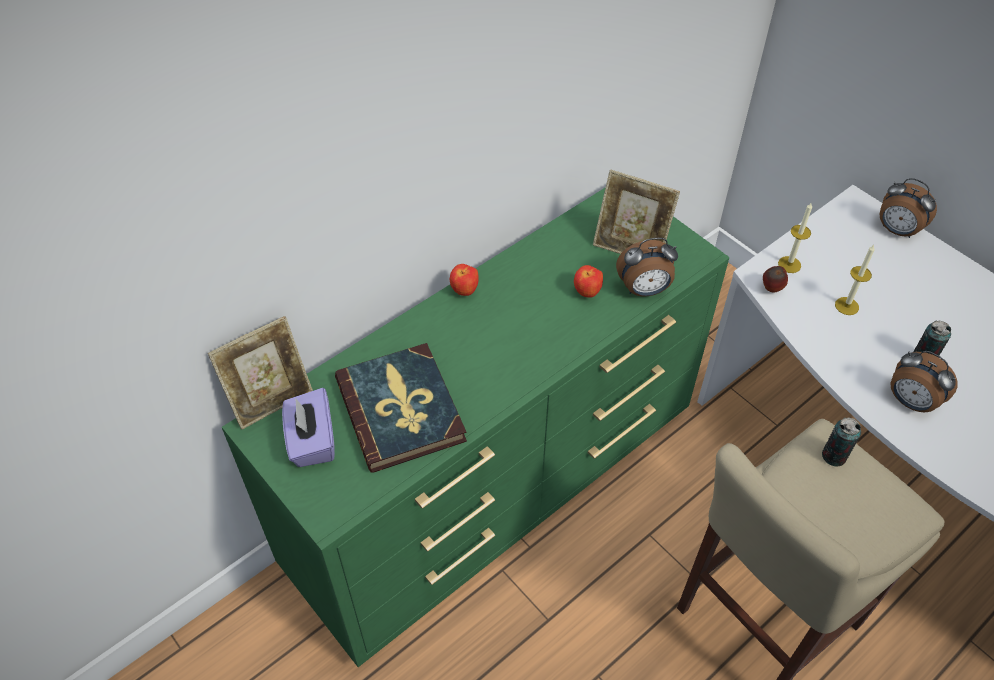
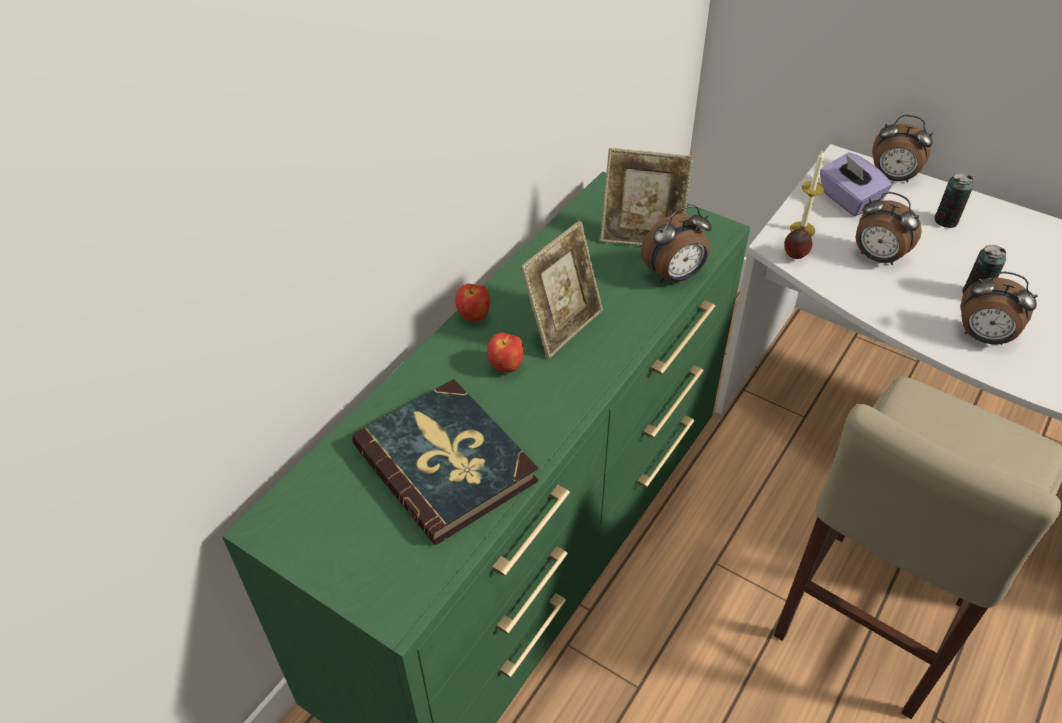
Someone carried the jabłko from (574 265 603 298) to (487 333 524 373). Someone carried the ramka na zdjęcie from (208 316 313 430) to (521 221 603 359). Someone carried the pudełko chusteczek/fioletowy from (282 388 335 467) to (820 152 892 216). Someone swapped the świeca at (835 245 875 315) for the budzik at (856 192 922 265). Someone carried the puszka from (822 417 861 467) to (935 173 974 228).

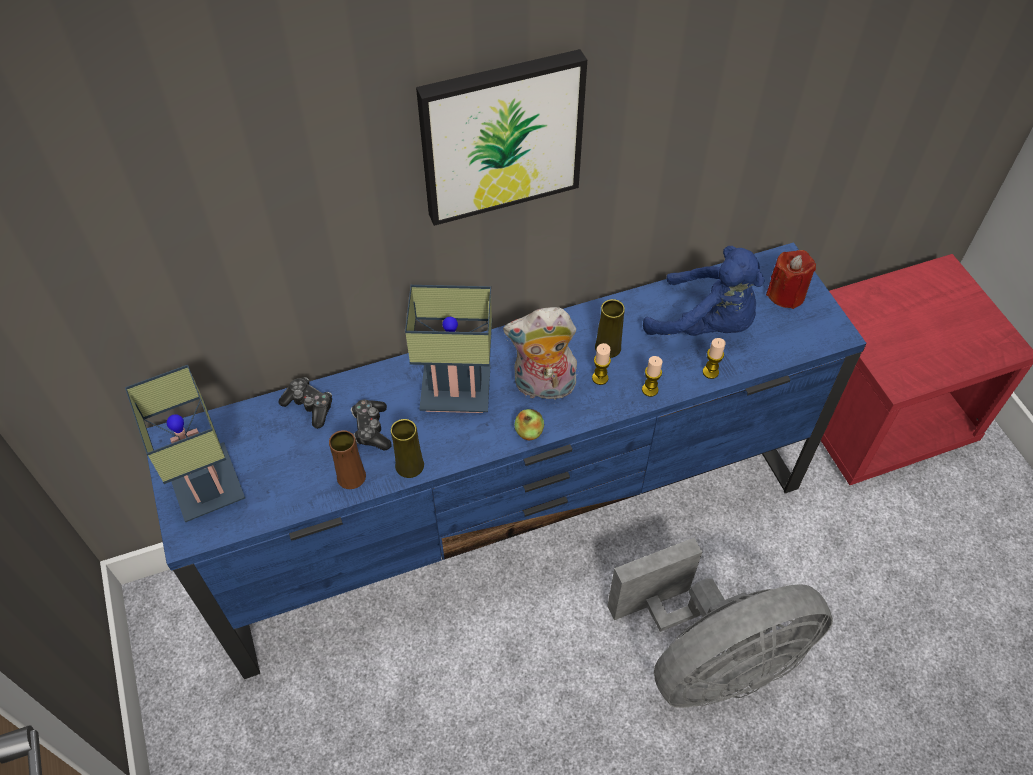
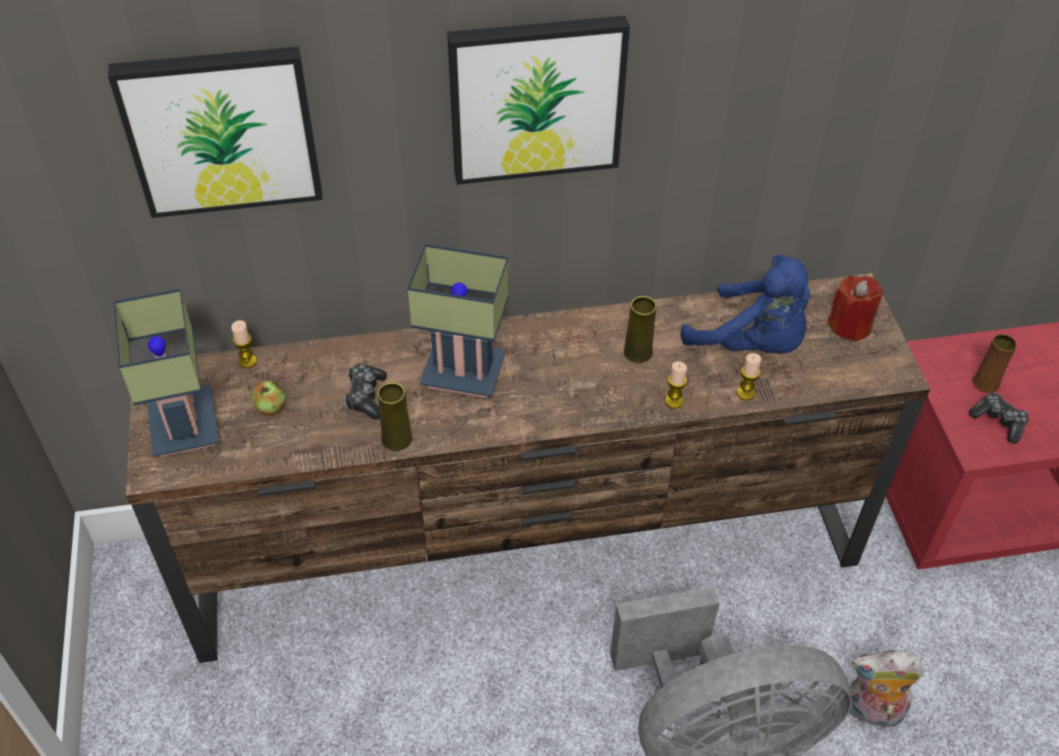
Someone put up the obraz at (108 46 323 218). Someone repainted the szafka pod telewizor/niebieski at (147 242 867 679), which became the szafka pod telewizor/brązowy at (126 273 930 663). Someone carried the świeca from (592 343 611 385) to (231 320 257 368). Someone carried the jabłko from (514 409 544 440) to (252 381 286 415). Someone carried the pluszak from (503 307 577 404) to (849 650 923 728). Someone carried the pad do gier from (279 377 332 429) to (969 393 1029 444). Someone carried the wazon/brązowy from (329 430 366 489) to (973 334 1017 393).

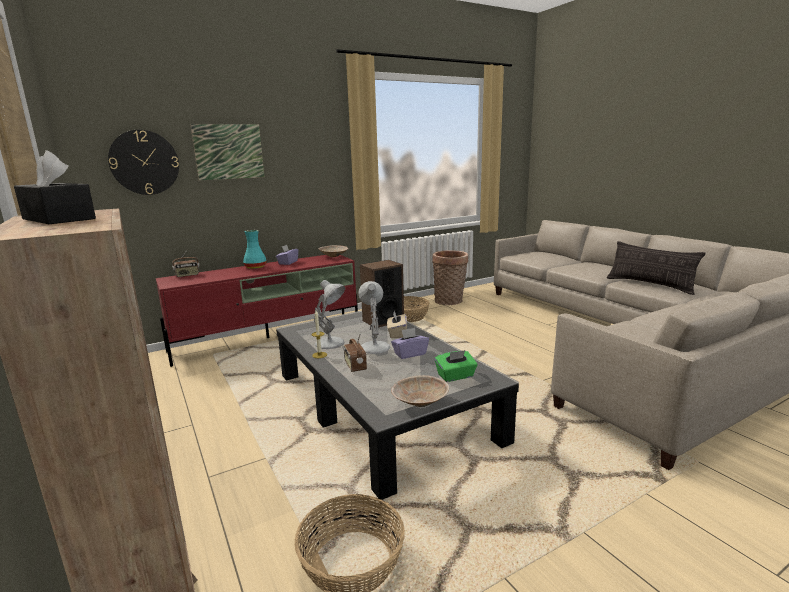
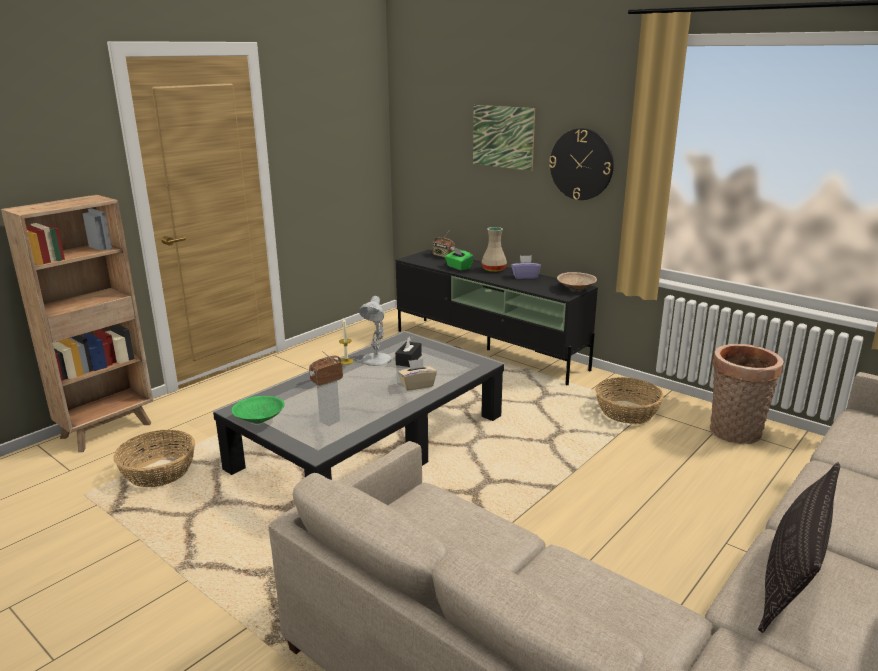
Someone repainted the miska/beżowy at (391 375 449 407), which became the miska/zielony at (231 396 285 424). Someone carried the pudełko chusteczek/czarny from (14 150 96 224) to (395 336 422 367). Someone repainted the szafka pod telewizor/czerwony at (156 255 358 367), which became the szafka pod telewizor/czarny at (396 250 598 385). Someone carried the pudełko chusteczek/zielony from (435 350 478 382) to (445 247 474 271). Someone repainted the wazon/turkusowy at (243 230 267 269), which became the wazon/beżowy at (481 227 507 272). Someone carried the zegar ścienny from (108 130 179 195) to (549 128 614 200). Someone took away the lampa stołowa/biały at (358 281 390 354). Someone took away the głośnik at (360 260 404 328). Someone took away the pudełko chusteczek/fioletowy at (391 328 429 359).

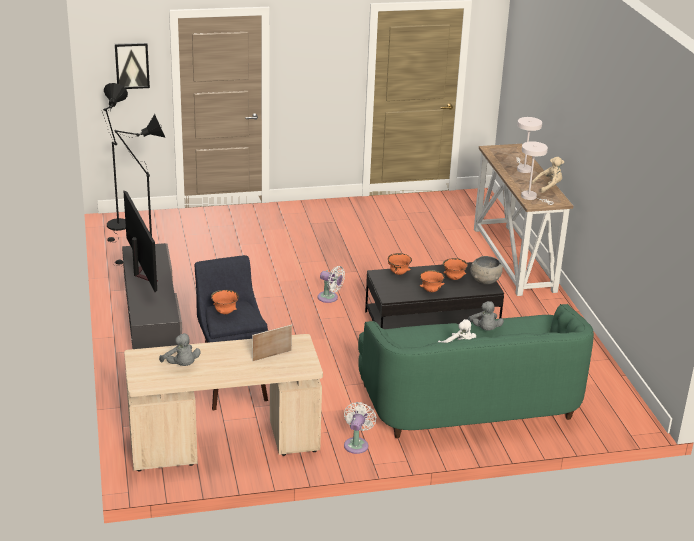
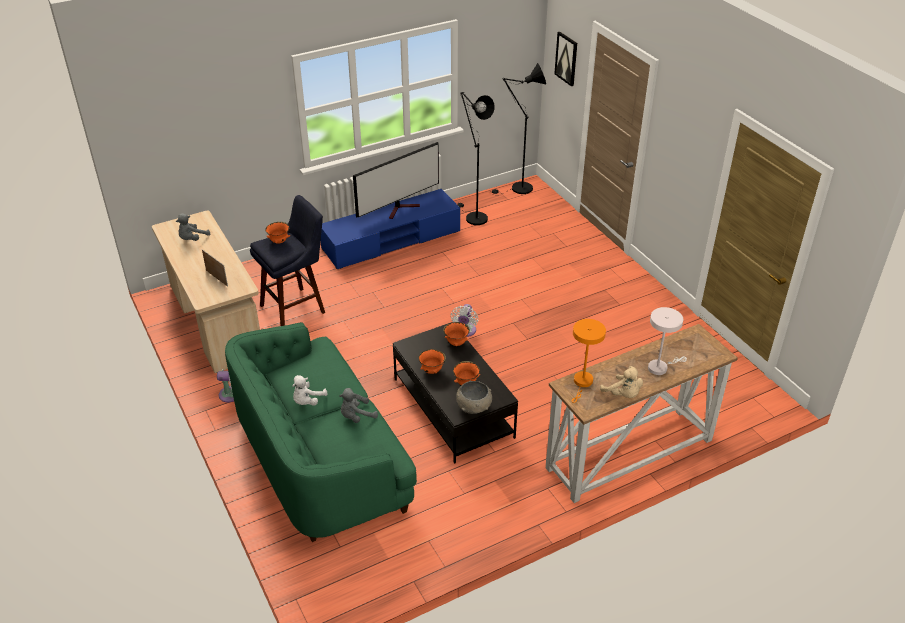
Someone repainted the szafka pod telewizor/szary at (122 243 182 349), which became the szafka pod telewizor/niebieski at (321 189 460 269). Someone repainted the lampa stołowa/biały at (521 141 554 205), which became the lampa stołowa/pomarańczowy at (571 319 606 403).

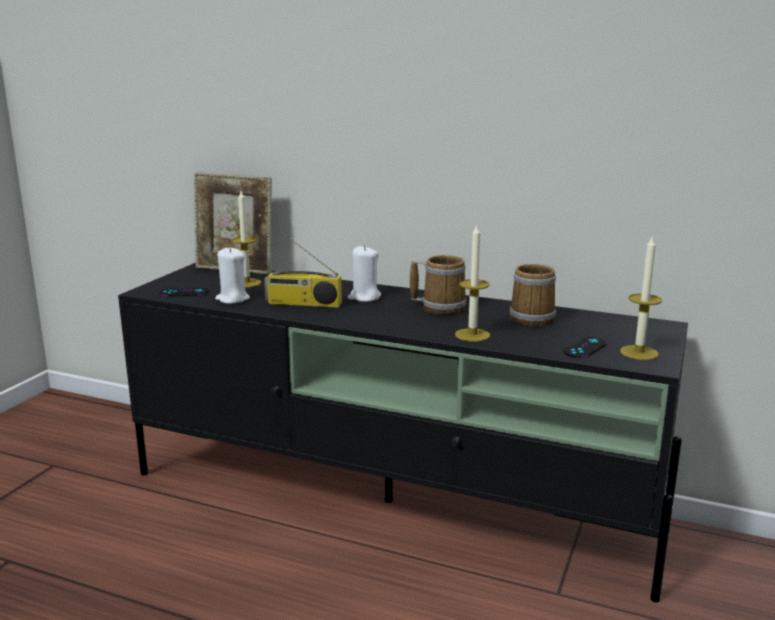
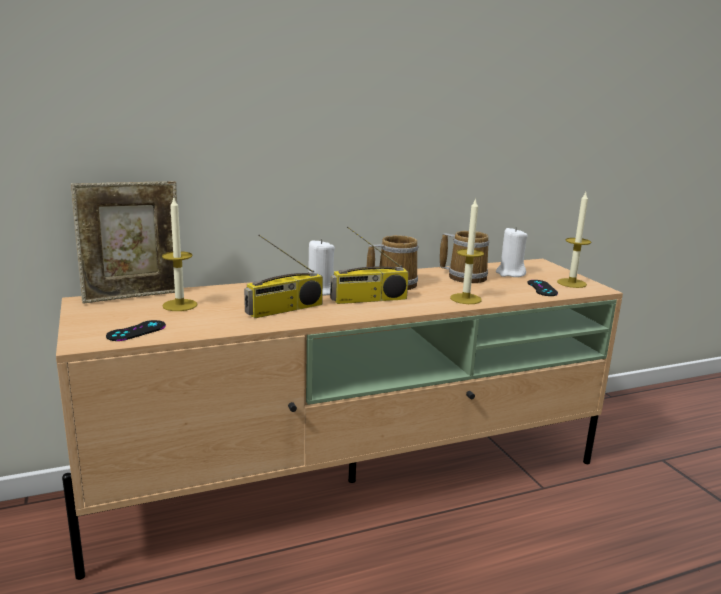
Someone repainted the szafka pod telewizor/czarny at (118 263 688 602), which became the szafka pod telewizor/beżowy at (56 259 623 580). Someone put down the radio at (330 227 409 304). Someone carried the świeca/biały from (215 247 250 304) to (496 227 527 277).

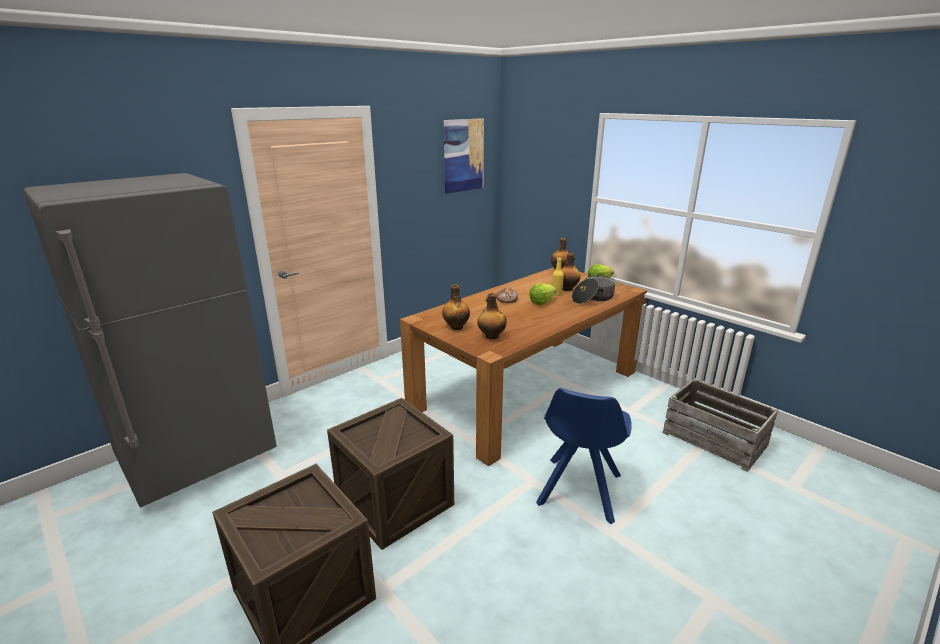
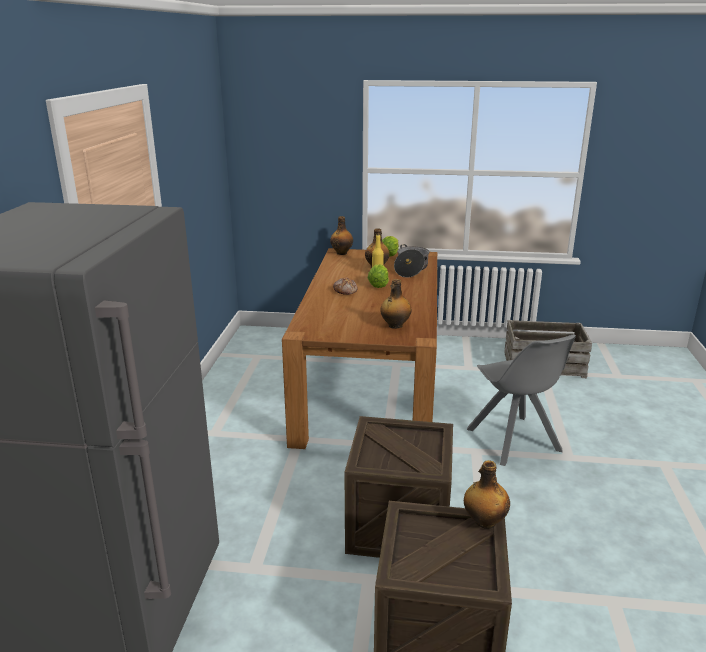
Someone carried the butelka from (442 285 470 330) to (464 460 510 529). Someone repainted the krzesło/niebieski at (536 388 632 524), which became the krzesło/szary at (467 334 576 466). Someone took away the obraz at (444 118 484 194).

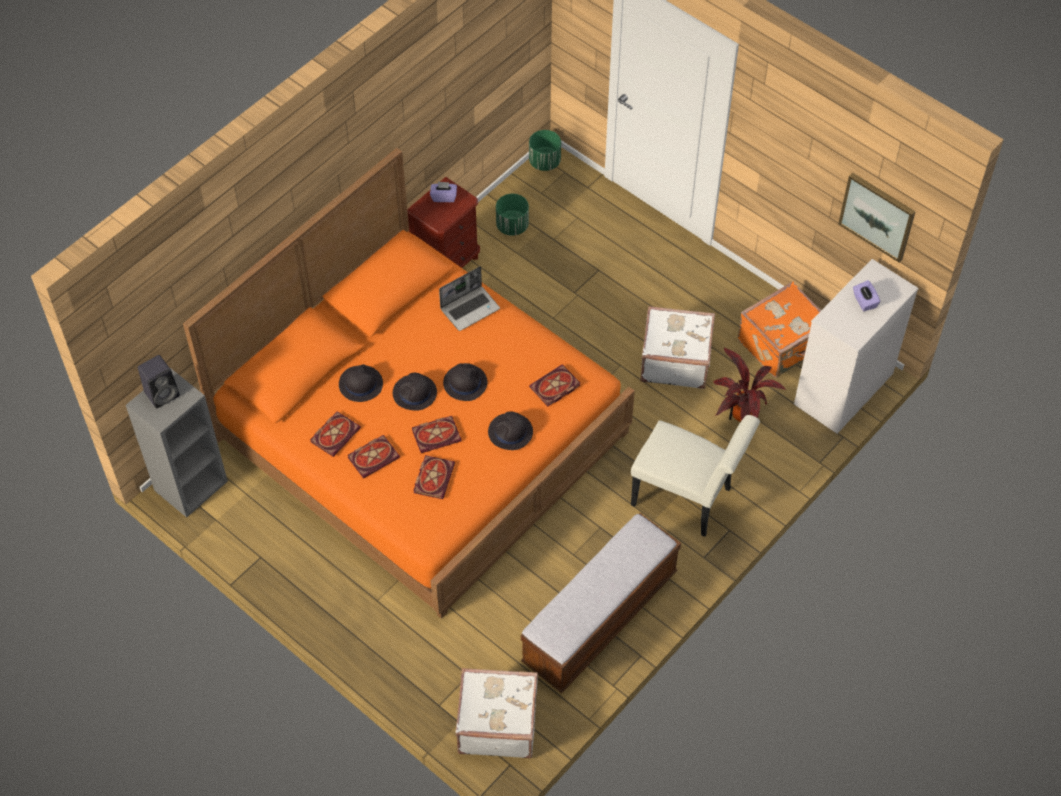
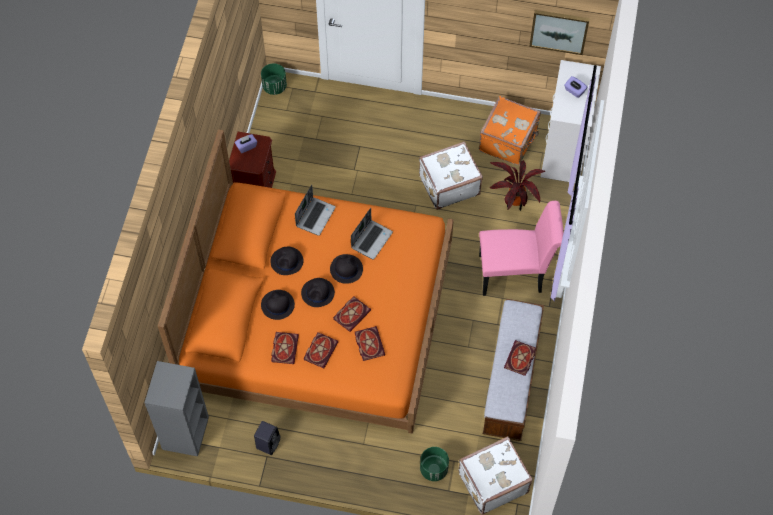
Someone carried the głośnik/czarny from (138 355 180 408) to (254 421 280 455). Someone carried the kapelusz/czarny from (488 411 533 450) to (270 247 303 275). Someone put down the laptop at (351 208 393 260). Someone carried the donica/zielony from (496 194 529 236) to (420 447 449 481). Someone repainted the krzesło/biały at (631 415 760 537), which became the krzesło/różowy at (479 201 563 296). Someone carried the książka from (529 364 580 406) to (504 340 536 376).

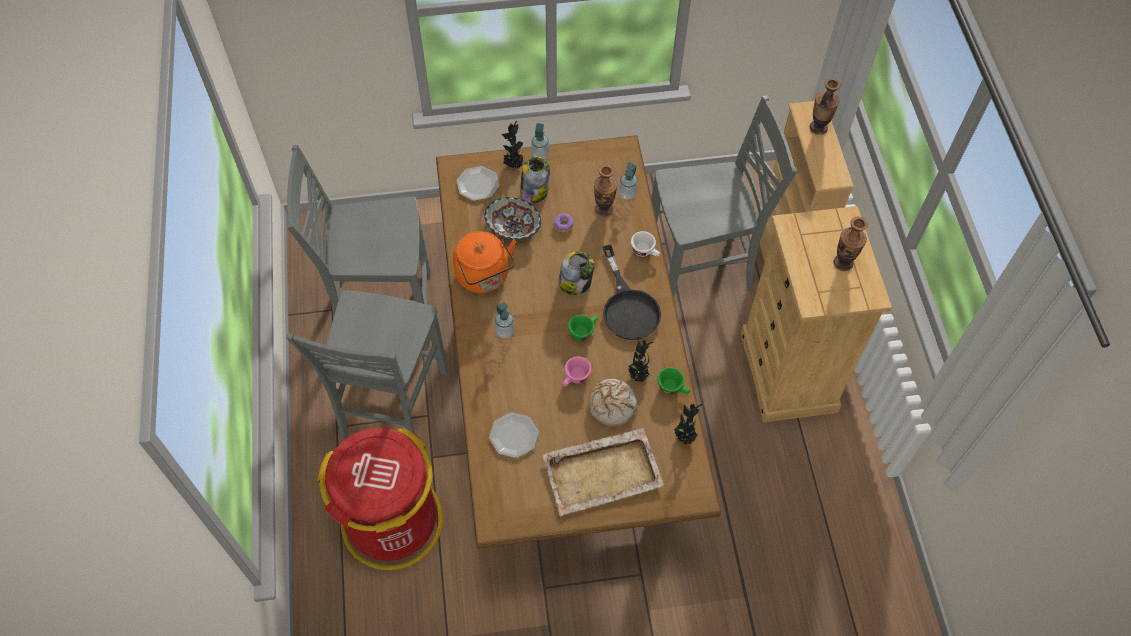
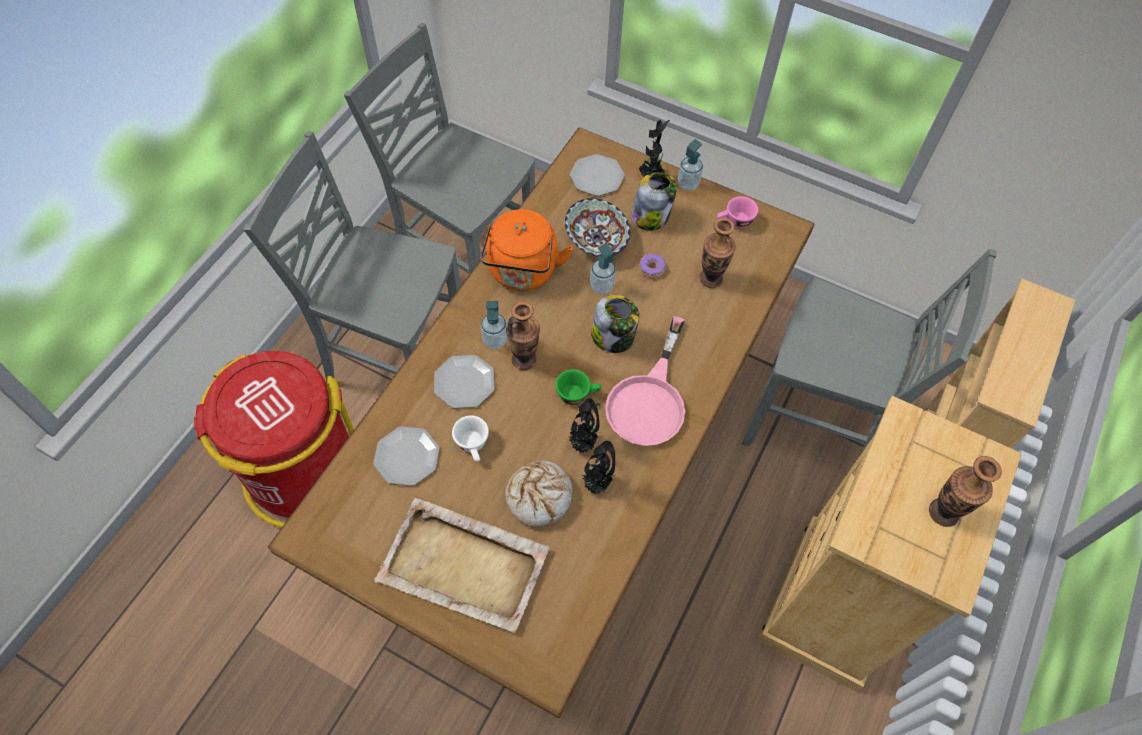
Someone rotated the krzesło/szary at (286 291 449 441) by 60 degrees clockwise. Someone put down the talerz at (434 355 495 408). Someone carried the filiżanka/biały from (631 231 660 257) to (452 416 489 462). Someone carried the wazon from (810 78 840 135) to (506 302 540 370). Someone carried the roślina doniczkowa from (674 404 702 445) to (569 398 601 453). Someone carried the dozownik mydła from (619 162 638 200) to (590 244 616 294). Someone repainted the patelnia/czarny at (602 245 661 340), which became the patelnia/różowy at (605 316 685 446). Someone carried the filiżanka/różowy from (563 357 591 387) to (717 196 758 228). Someone took away the filiżanka/zielony at (657 368 690 395).

